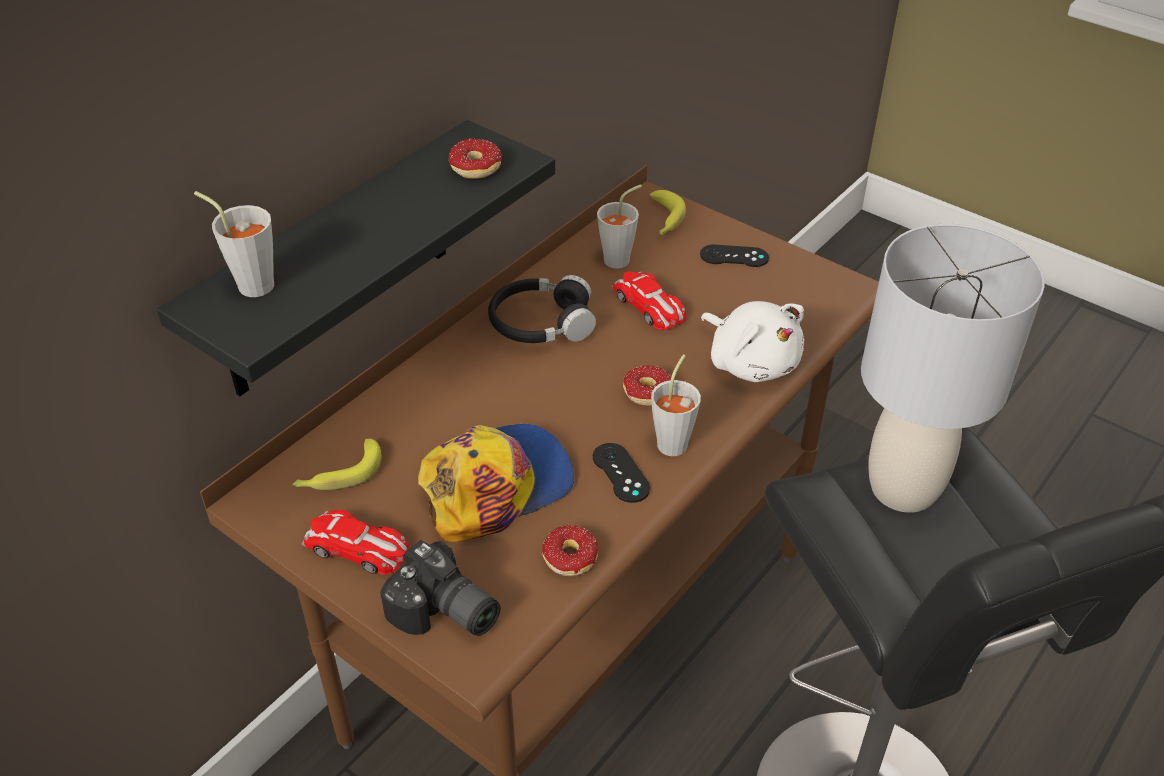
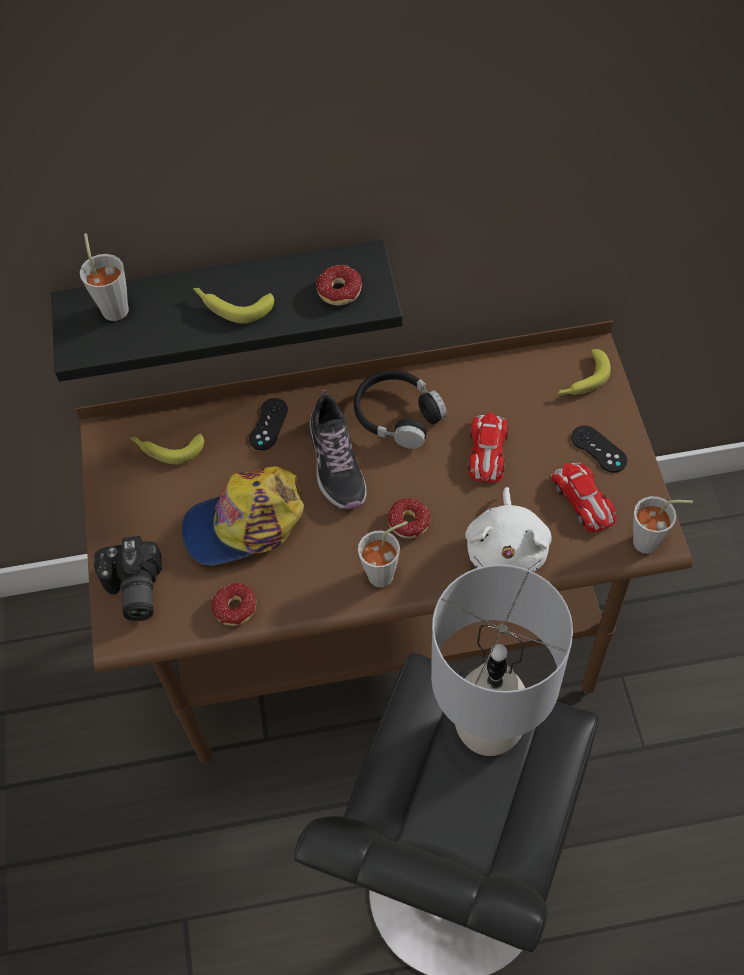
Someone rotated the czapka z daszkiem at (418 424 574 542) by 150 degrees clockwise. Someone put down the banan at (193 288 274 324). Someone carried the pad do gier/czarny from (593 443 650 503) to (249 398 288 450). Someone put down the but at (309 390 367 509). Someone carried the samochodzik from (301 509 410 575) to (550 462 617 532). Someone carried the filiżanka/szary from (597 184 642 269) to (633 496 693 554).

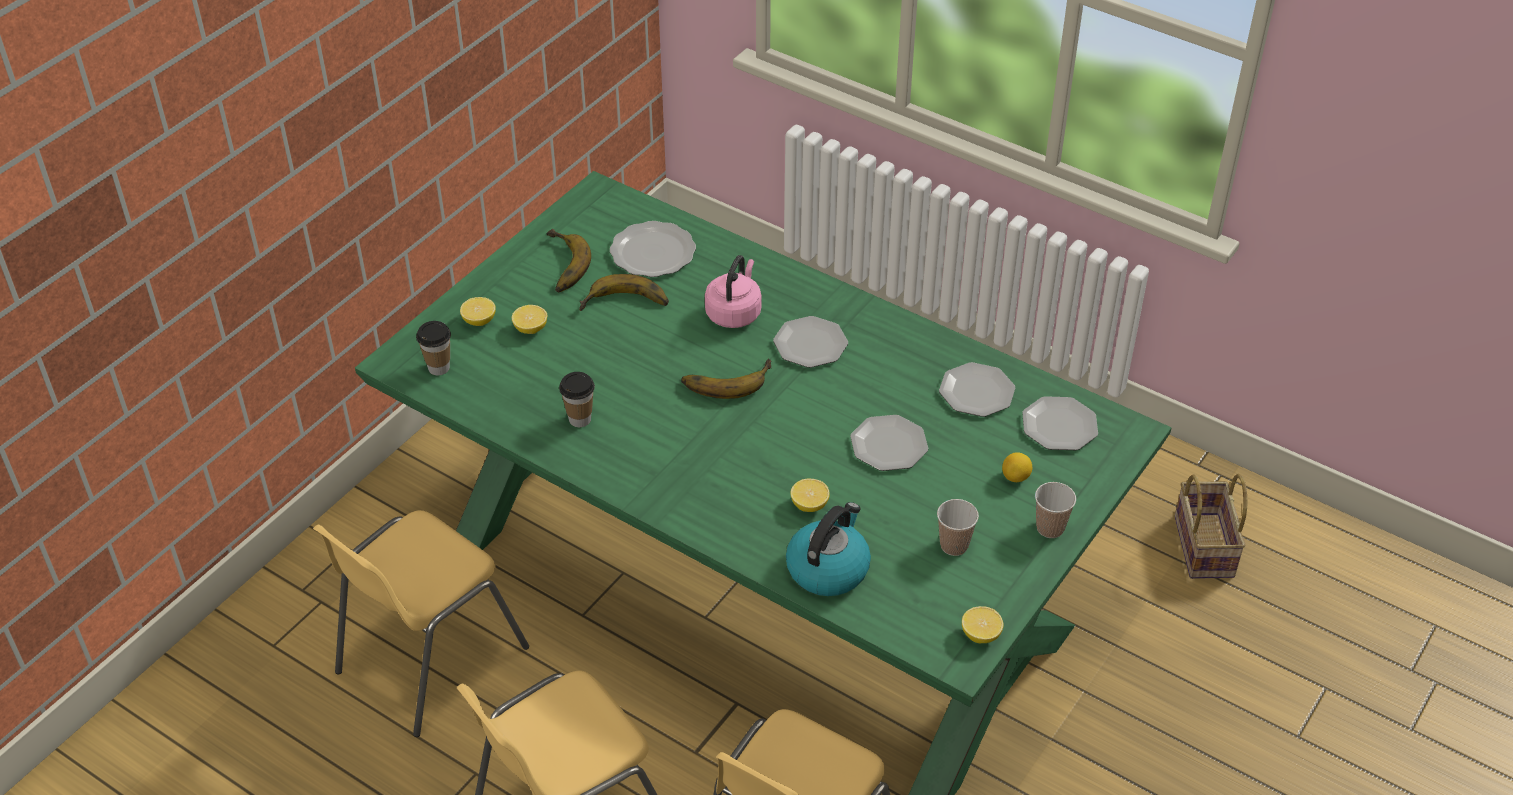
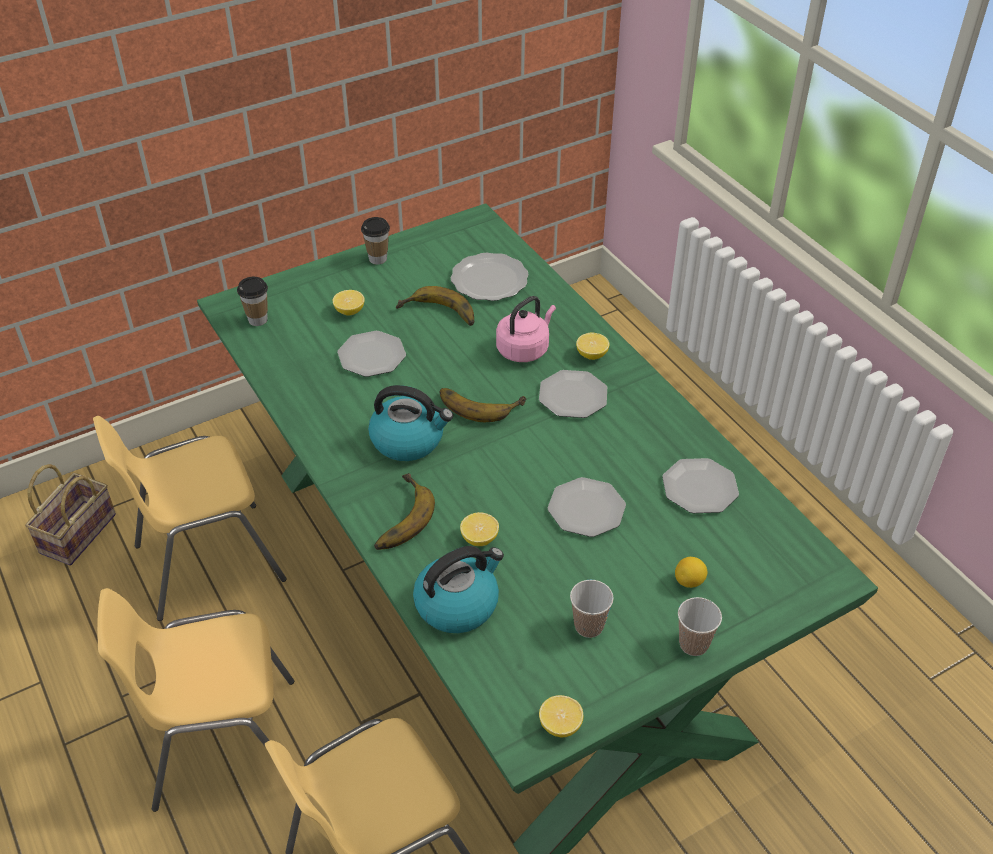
Someone carried the koszyk from (1175 474 1247 579) to (25 464 116 565). Someone carried the talerz from (1022 396 1098 450) to (337 331 406 377). Someone carried the filiżanka from (559 372 595 427) to (361 217 390 265). Someone put down the czajnik at (368 385 453 461). Someone carried the banan from (546 229 591 292) to (374 473 435 550). Someone carried the cytryna from (460 297 496 326) to (576 332 610 360).

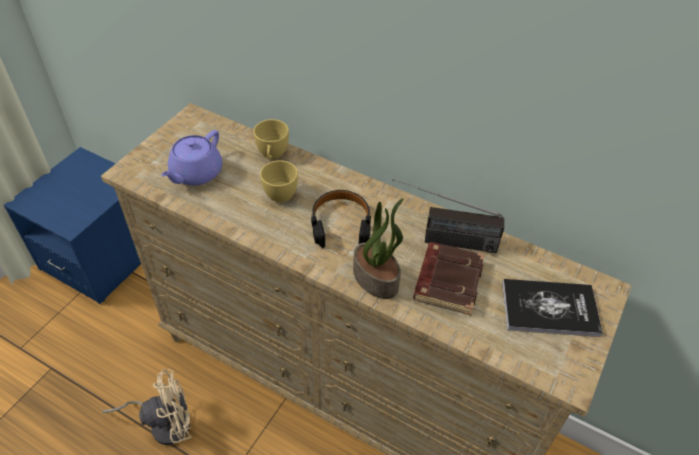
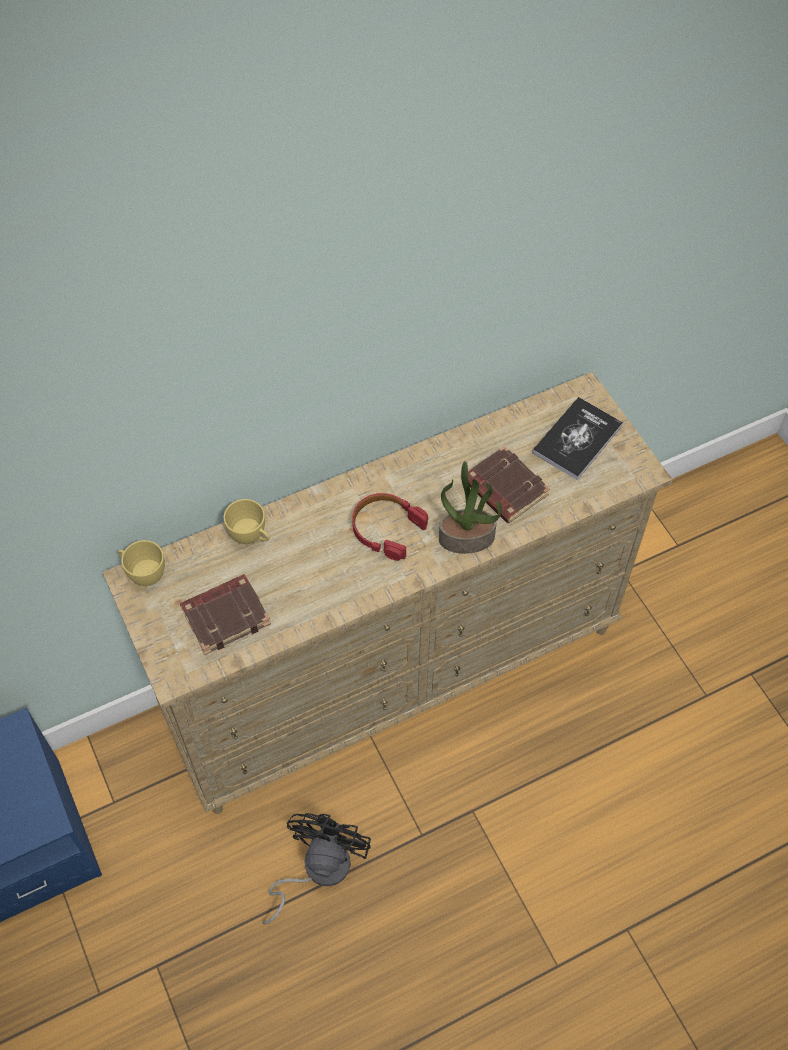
Someone carried the filiżanka/żółty from (260 160 298 202) to (118 540 165 586). Someone swapped the imbryk/fioletowy at (161 130 222 185) for the książka/brązowy at (180 574 271 655). Someone repainted the wentylator/beżowy at (102 369 191 445), which became the wentylator/czarny at (262 813 371 924). Someone repainted the słuchawki/czarny at (311 190 371 248), which became the słuchawki/czerwony at (352 493 428 561). Someone took away the radio at (392 179 504 253).

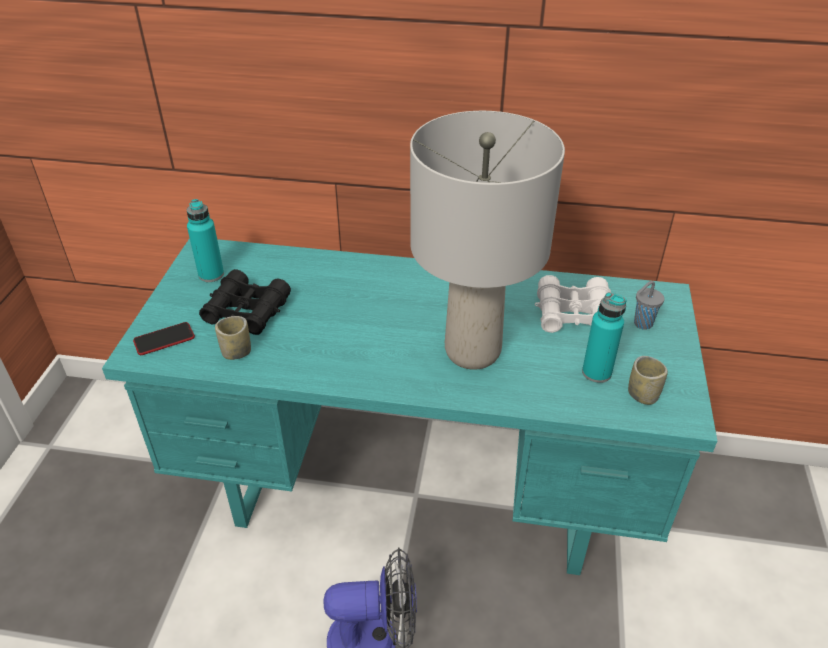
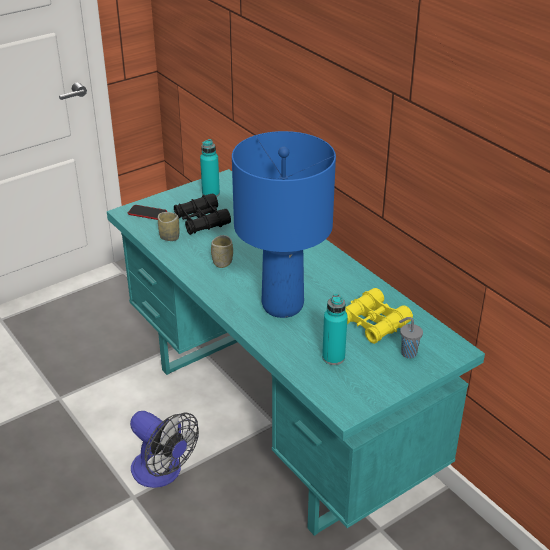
Someone carried the filiżanka from (628 356 668 405) to (211 235 233 268). Someone repainted the lampa stołowa/szary at (410 111 565 370), which became the lampa stołowa/niebieski at (232 131 336 318). Someone repainted the lornetka/biały at (534 275 611 333), which became the lornetka/żółty at (345 288 413 344).

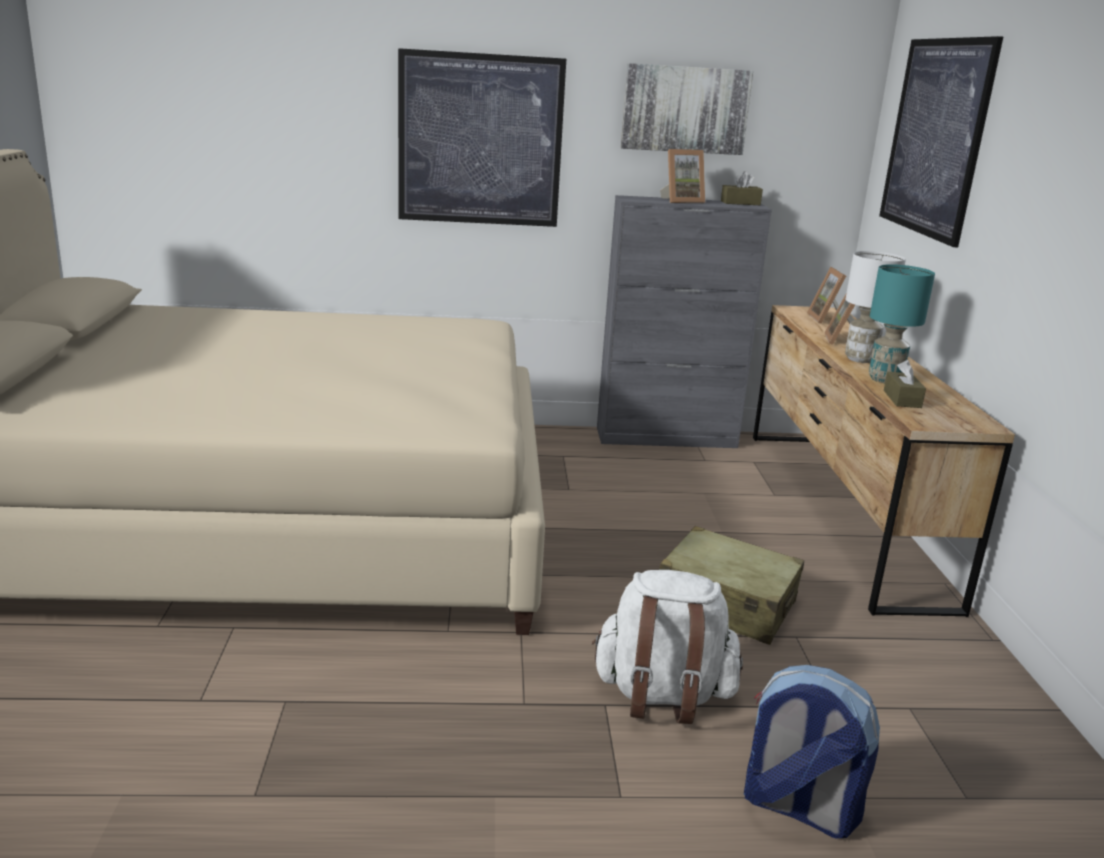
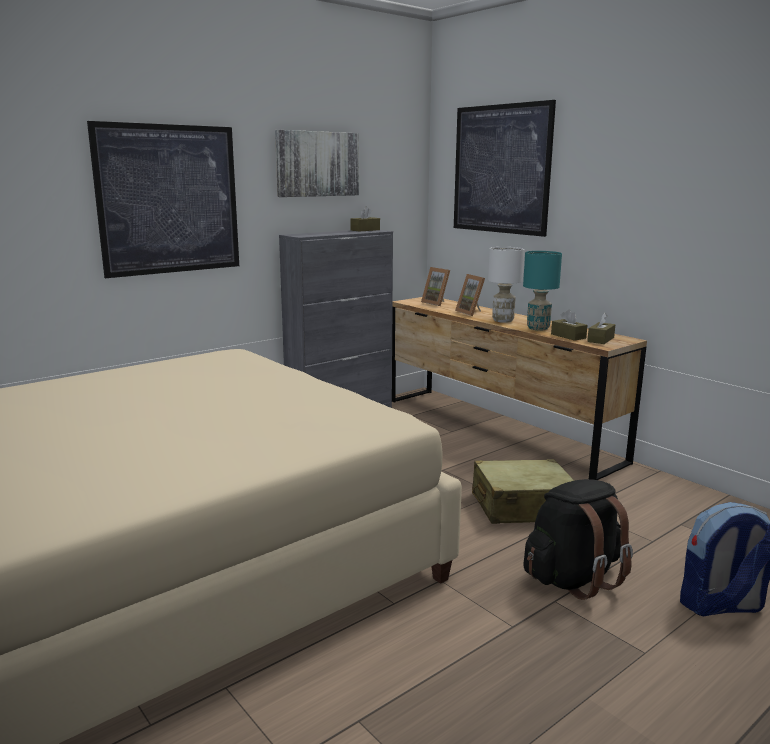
Someone repainted the plecak/biały at (592 570 743 724), which became the plecak/czarny at (523 479 633 600). Someone put down the pudełko chusteczek/brązowy at (587 313 615 344). Someone took away the ramka na zdjęcie at (660 149 705 203).

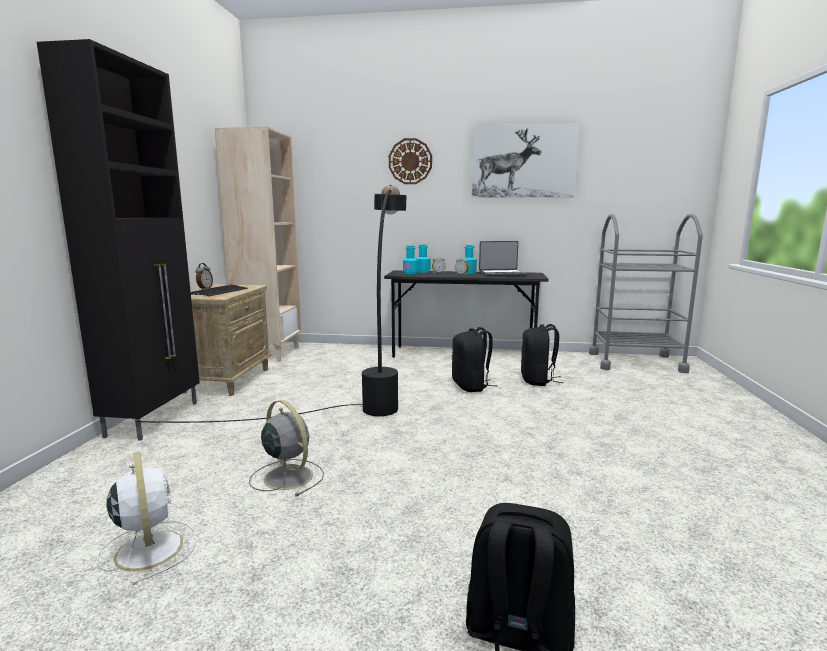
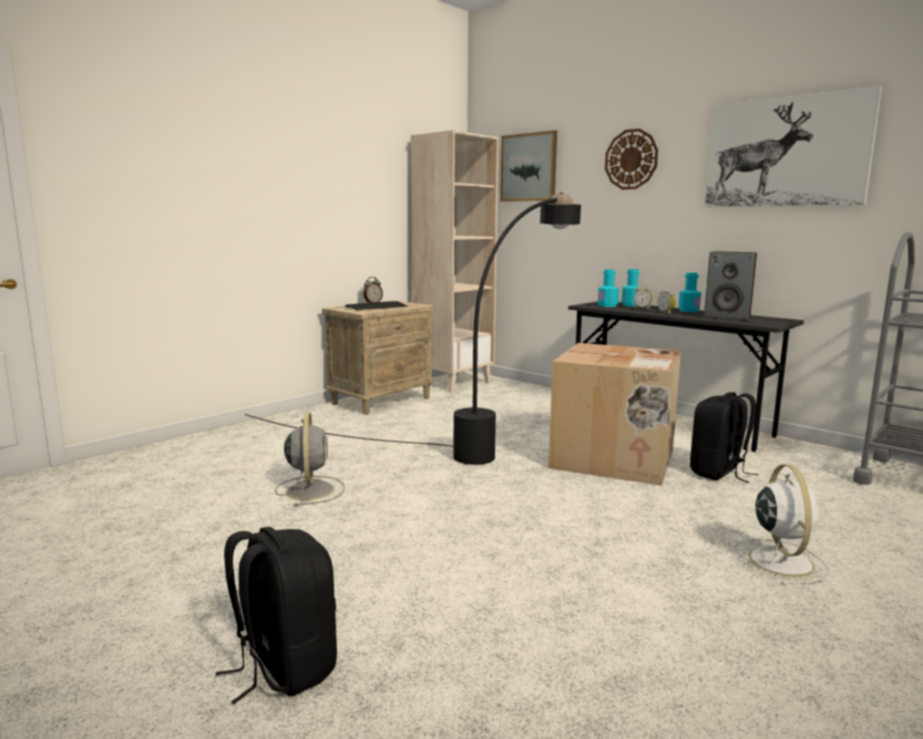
Someone put up the obraz at (500 130 557 202). Someone swapped the plecak/czarny at (452 327 497 392) for the karton at (548 343 681 486). Someone swapped the laptop at (479 241 527 277) for the głośnik at (704 251 757 321). Someone carried the wentylator/biały from (97 452 197 585) to (732 464 831 585). Someone took away the szafka/czarny at (37 39 200 441).

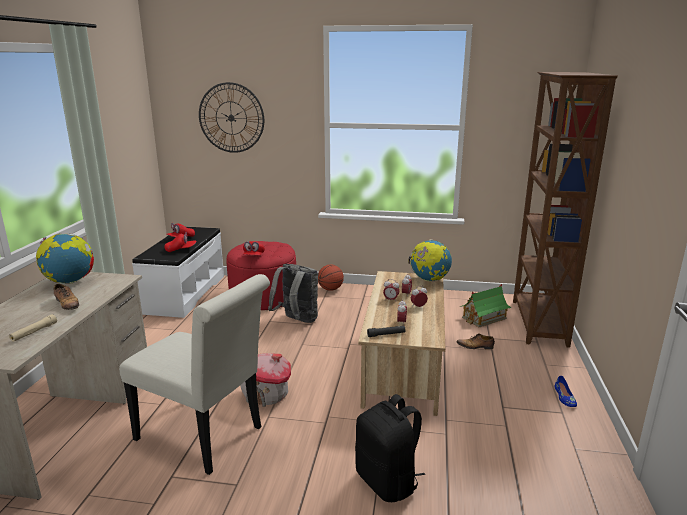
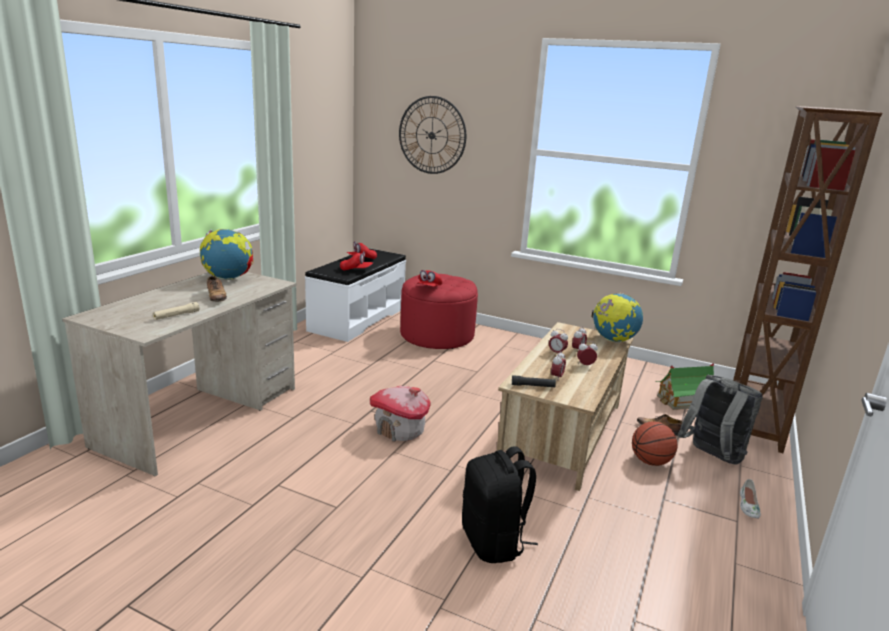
Someone carried the piłka do koszykówki from (318 265 344 291) to (632 422 677 466). Someone carried the plecak/szary from (268 264 318 323) to (678 374 763 465). Someone repainted the but/niebieski at (554 376 577 407), which became the but/biały at (740 479 761 519). Someone took away the krzesło/biały at (119 274 270 475).

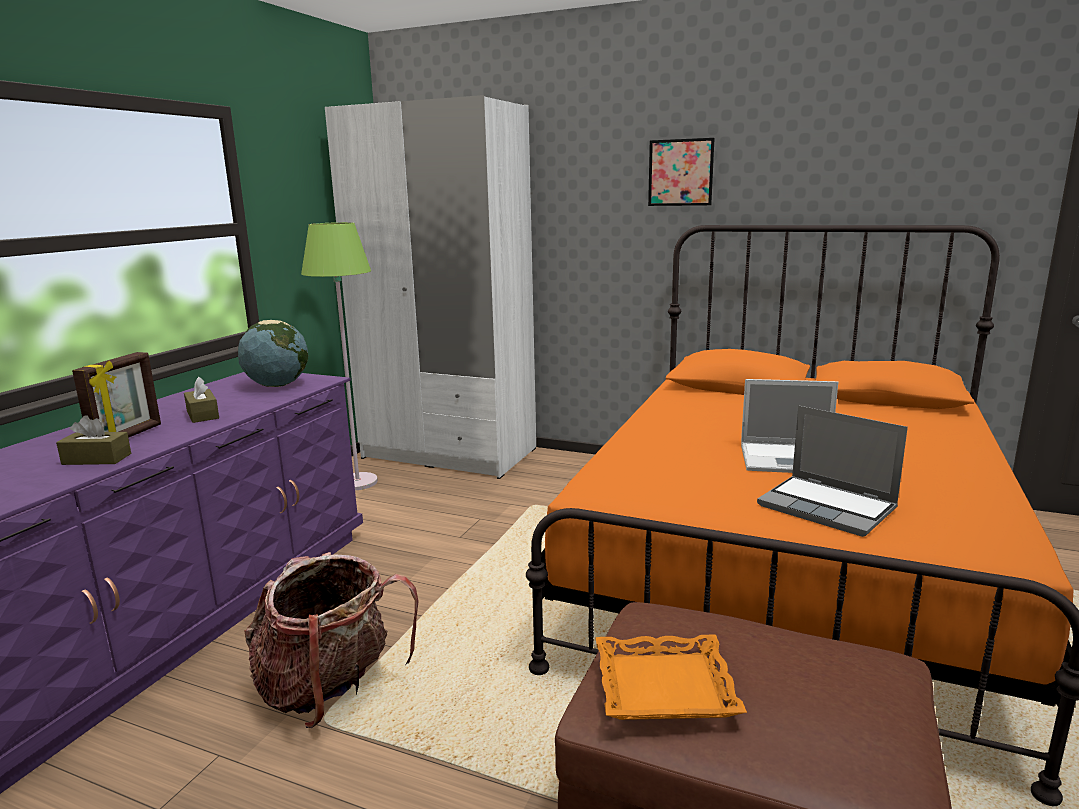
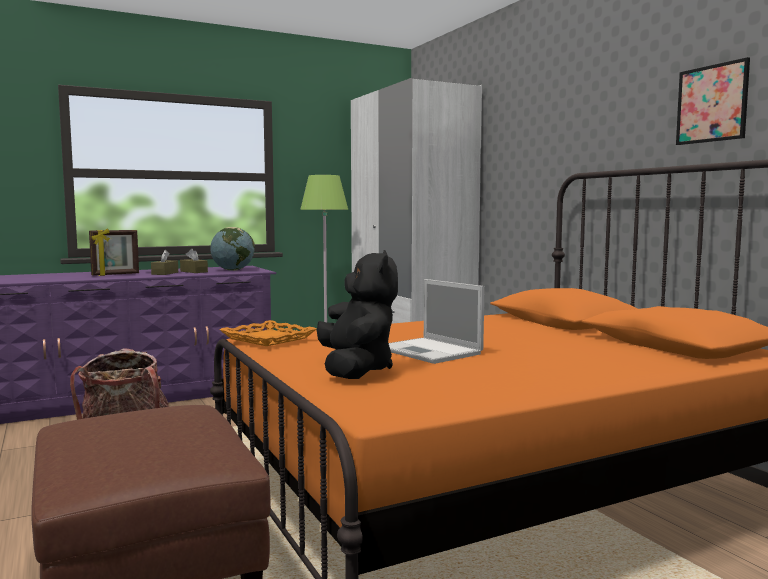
Someone carried the pudełko chusteczek/brązowy from (56 415 131 465) to (180 249 208 273). Someone carried the taca/pomarańczowy from (596 635 747 720) to (220 320 316 346). Someone swapped the laptop at (757 406 908 537) for the pluszak/czarny at (317 250 398 379). Someone carried the obraz from (648 138 715 206) to (676 57 750 145).

